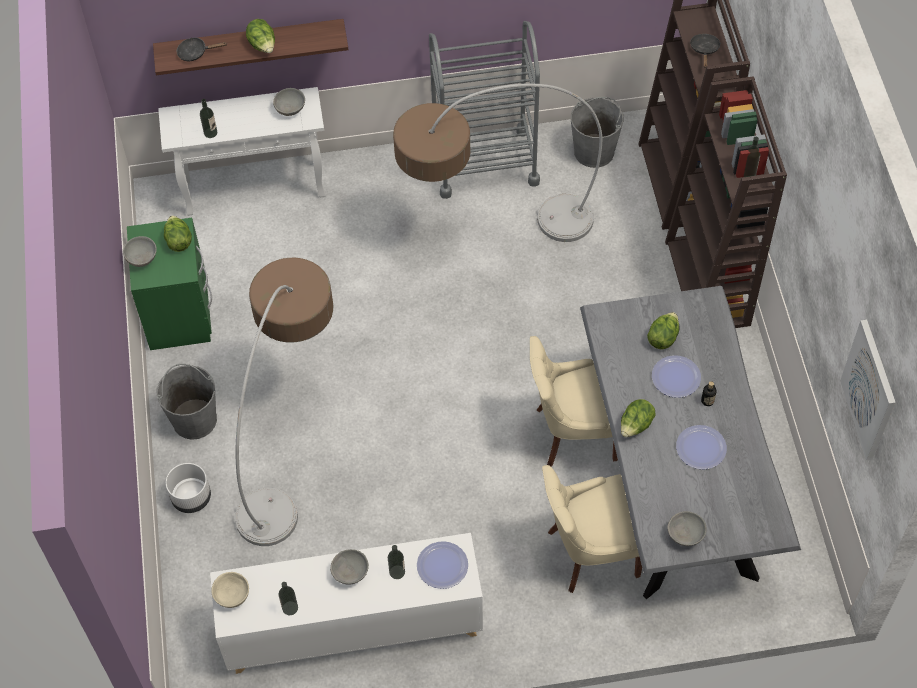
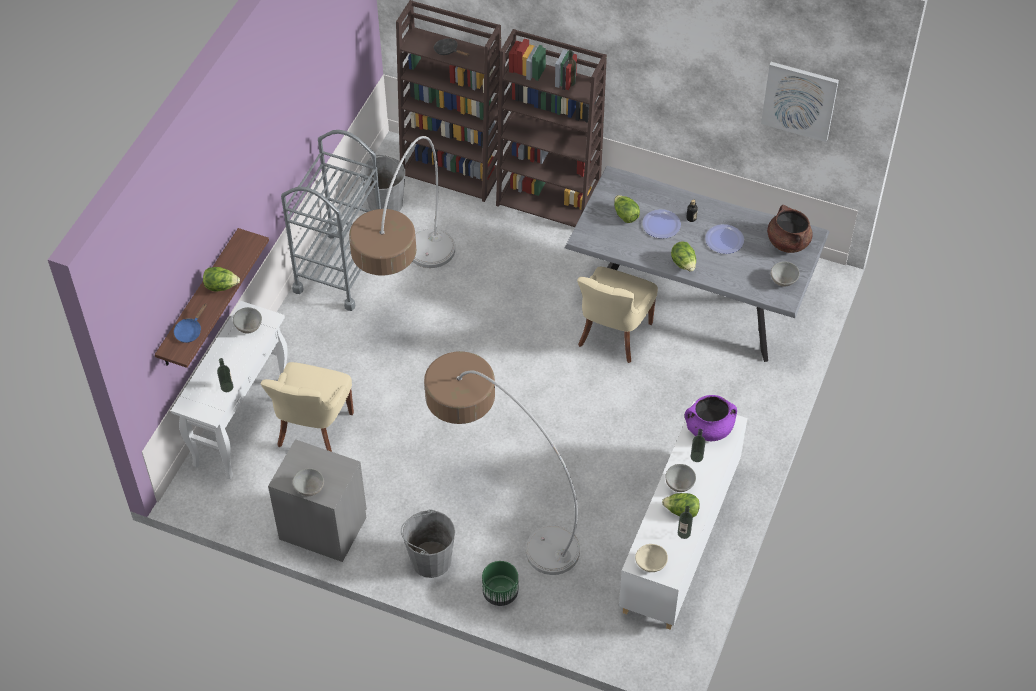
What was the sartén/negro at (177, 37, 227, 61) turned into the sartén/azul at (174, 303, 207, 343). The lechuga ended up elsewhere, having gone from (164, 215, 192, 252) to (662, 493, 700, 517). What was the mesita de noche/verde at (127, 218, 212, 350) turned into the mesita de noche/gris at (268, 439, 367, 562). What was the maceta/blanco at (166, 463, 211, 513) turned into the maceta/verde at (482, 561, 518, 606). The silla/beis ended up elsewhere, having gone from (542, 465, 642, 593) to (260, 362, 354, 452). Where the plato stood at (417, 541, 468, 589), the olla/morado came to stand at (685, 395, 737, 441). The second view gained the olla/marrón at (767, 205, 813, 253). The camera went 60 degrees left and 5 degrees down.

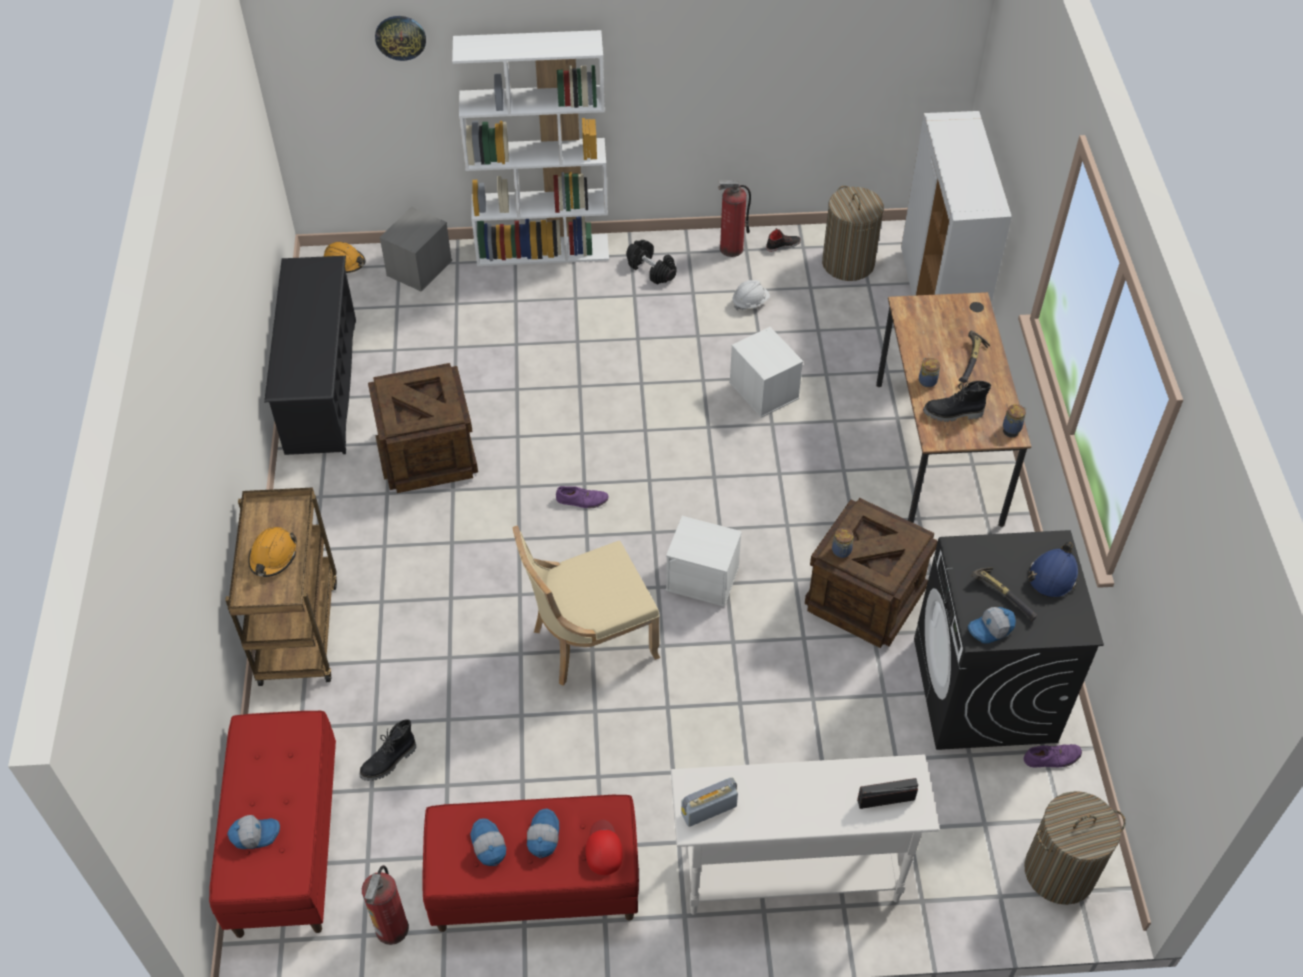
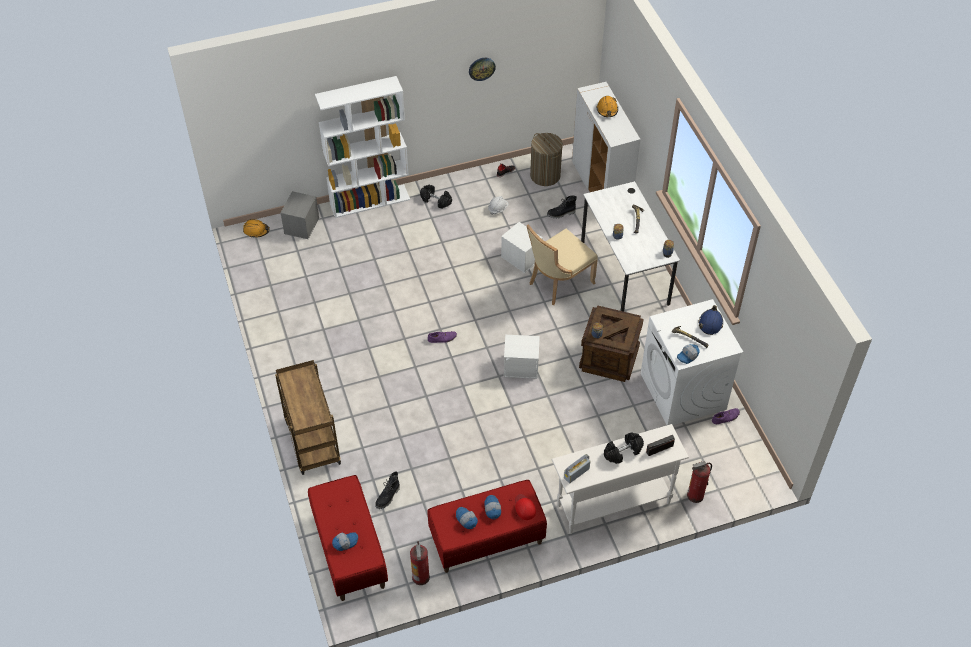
The reloj de pared ended up elsewhere, having gone from (375, 16, 426, 61) to (469, 58, 496, 81). The extintor ended up elsewhere, having gone from (718, 180, 751, 257) to (687, 461, 712, 503). The second view lost the zapatero/negro at (264, 256, 356, 455). What was the escritorio/marrón at (876, 292, 1032, 527) turned into the escritorio/blanco at (581, 181, 680, 312). The second view lost the caja de embalaje at (368, 363, 478, 493). The bota/negro ended up elsewhere, having gone from (923, 381, 991, 422) to (547, 195, 577, 219). The silla/beis ended up elsewhere, having gone from (512, 525, 660, 686) to (527, 224, 598, 305). The casco/naranja ended up elsewhere, having gone from (248, 527, 297, 577) to (596, 96, 618, 117). What was the lavadora/negro at (914, 530, 1104, 750) turned into the lavadora/blanco at (640, 299, 743, 425). The second view lost the cesto de la ropa at (1024, 791, 1126, 905). The second view gained the mancuerna/negro at (604, 432, 644, 464). The camera went 15 degrees left and 0 degrees up.

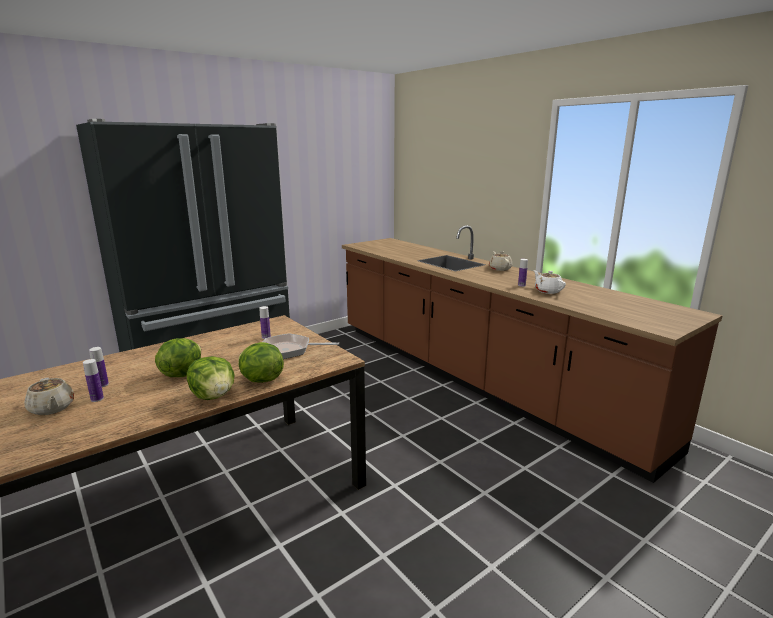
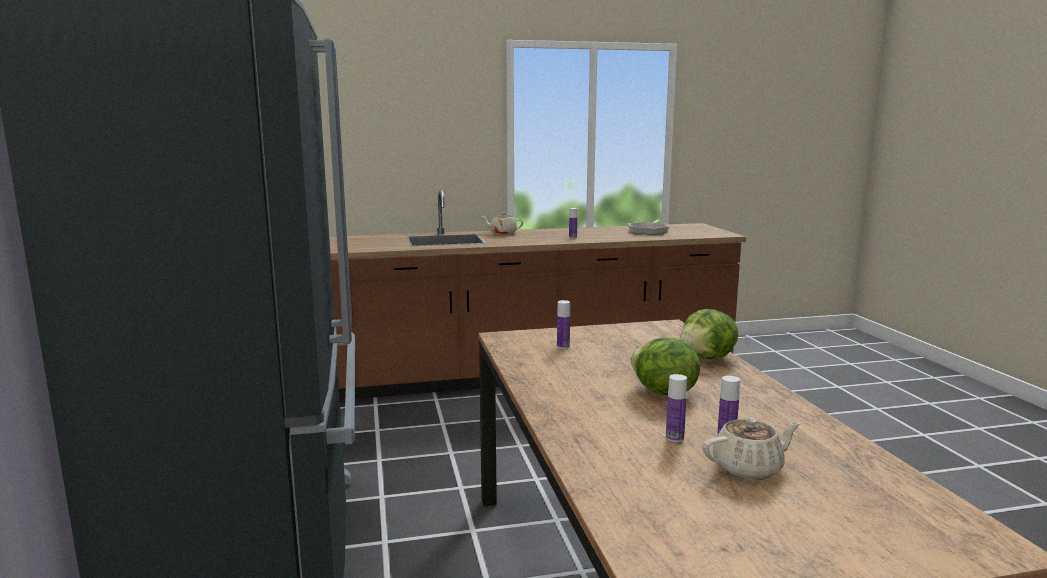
The second view lost the tetera/blanco at (534, 270, 566, 294). The sartén ended up elsewhere, having gone from (263, 333, 339, 359) to (628, 220, 669, 235). The second view lost the lechuga at (187, 356, 235, 400). The camera went 65 degrees left and 5 degrees down.

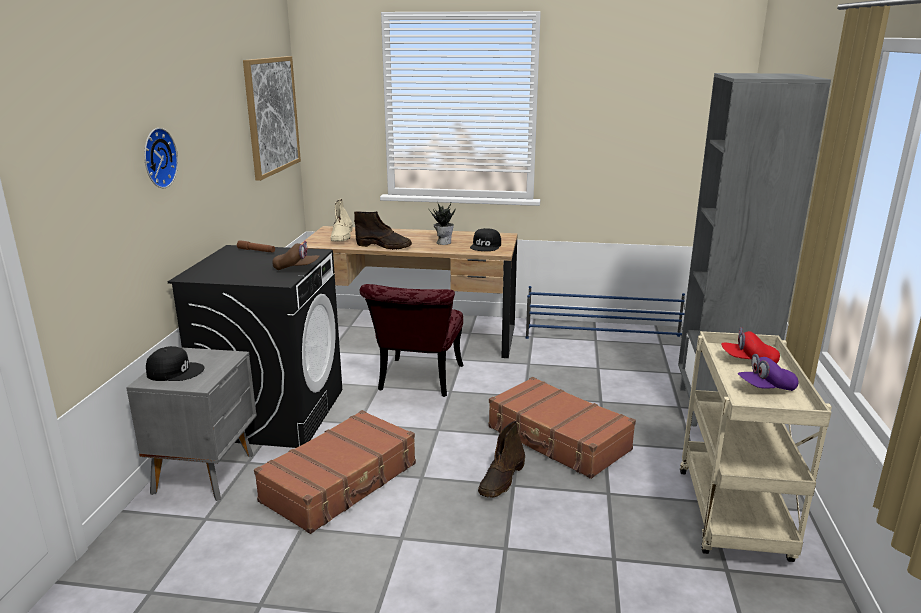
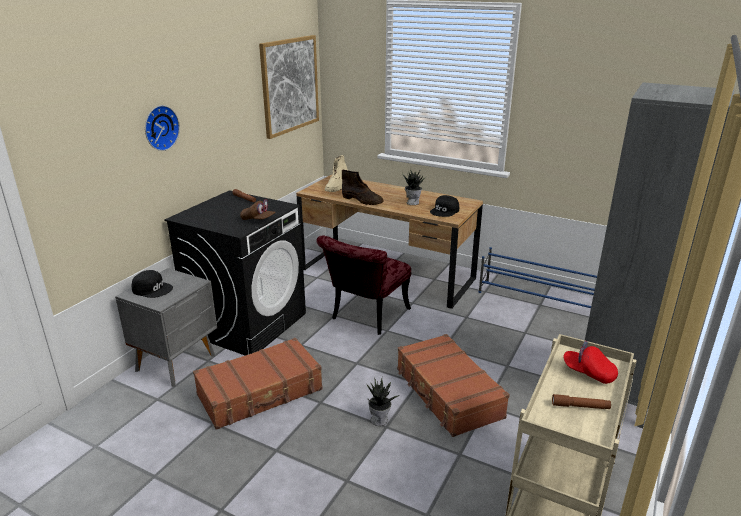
Where the gorra/morado stood at (738, 354, 798, 391), the linterna/marrón came to stand at (552, 394, 611, 409). Where the bota/marrón stood at (478, 421, 525, 498), the planta en maceta came to stand at (367, 377, 401, 426). The camera went 20 degrees right and 5 degrees up.

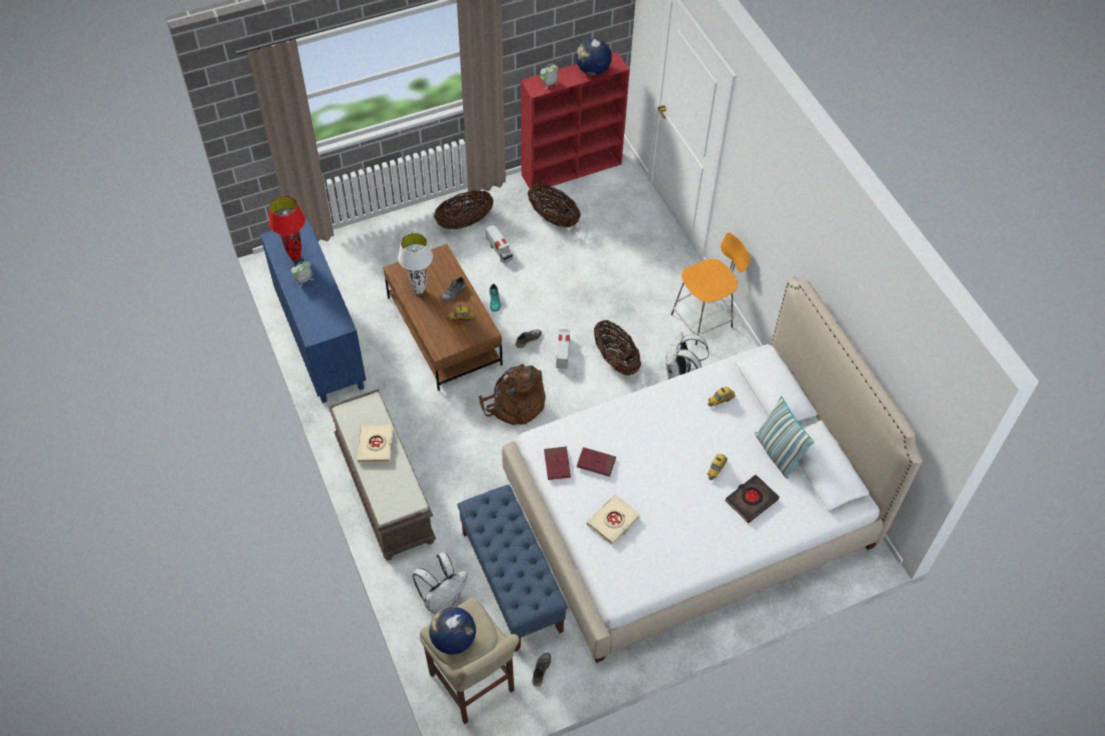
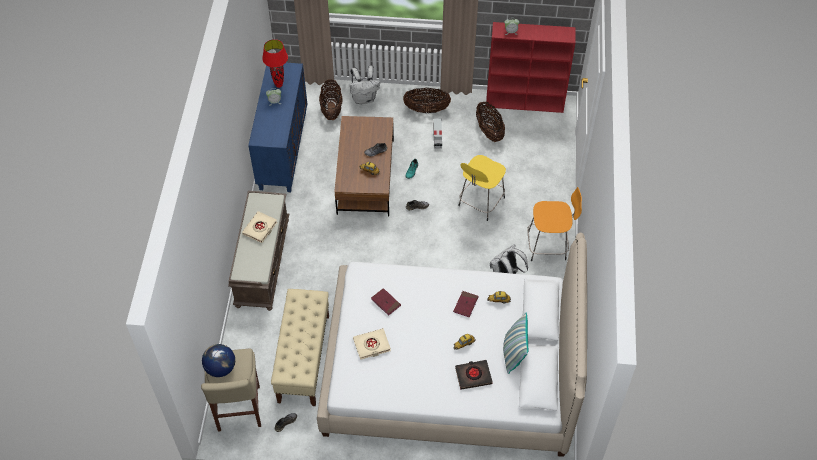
The second view lost the globo terráqueo at (576, 38, 612, 75). The second view lost the lámpara de mesa/blanco at (398, 233, 433, 294). The cesta ended up elsewhere, having gone from (594, 320, 641, 376) to (319, 80, 343, 120). The second view lost the camión de juguete at (556, 329, 570, 369). The second view lost the mochila/marrón at (479, 364, 546, 425). The libro/rojo ended up elsewhere, having gone from (544, 447, 571, 480) to (453, 291, 478, 317). What was the banco/azul at (457, 485, 568, 652) turned into the banco/beis at (271, 289, 329, 406). The mochila/blanco ended up elsewhere, having gone from (412, 552, 468, 614) to (350, 66, 380, 104). The second view gained the taburete/amarillo at (458, 155, 506, 221). The camera went 30 degrees right and 0 degrees up.

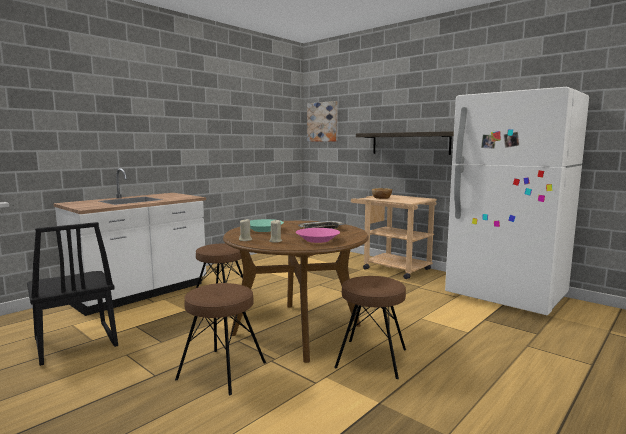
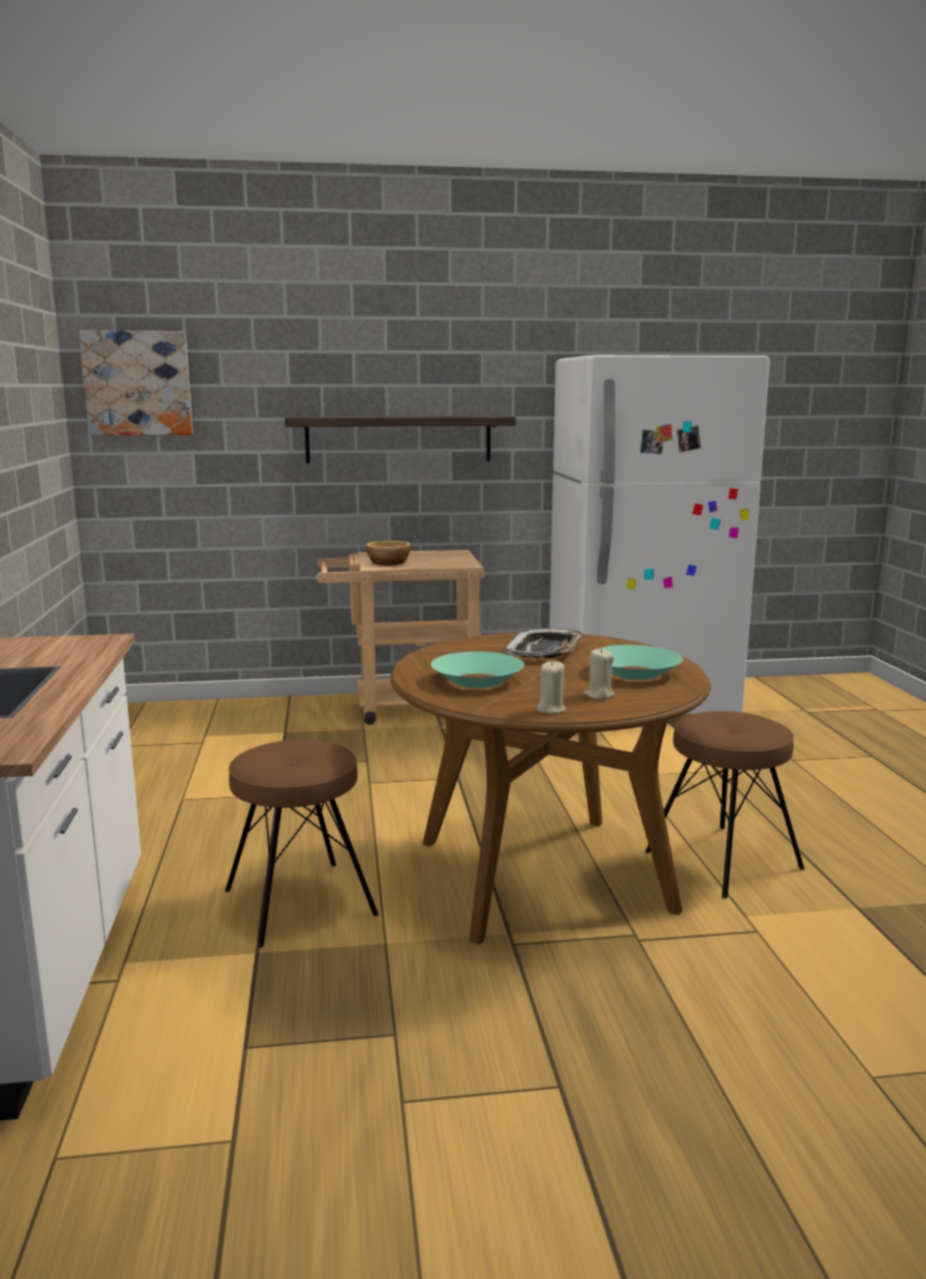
The second view lost the silla/negro at (27, 222, 118, 366). What was the cuenco/rosa at (296, 228, 340, 243) turned into the cuenco/turquesa at (599, 645, 683, 680). The second view lost the taburete/marrón at (175, 283, 266, 395). The camera went 50 degrees left and 5 degrees up.

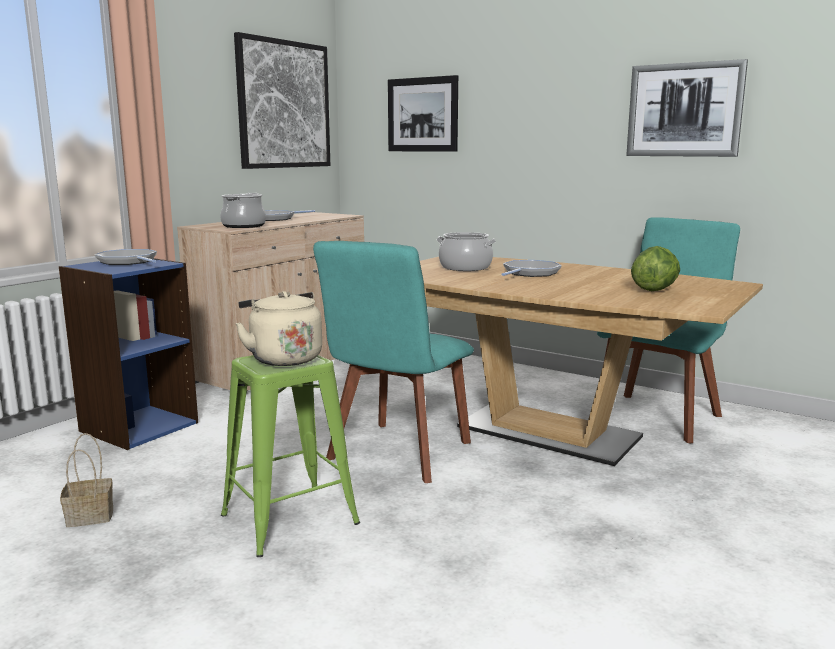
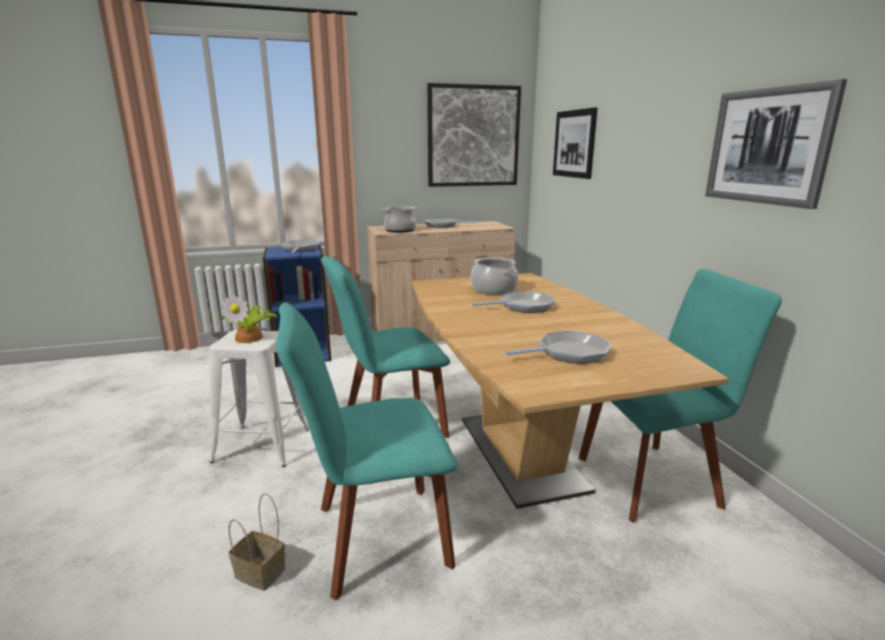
Where the lechuga stood at (631, 246, 680, 291), the sartén came to stand at (505, 331, 611, 364). Where the hervidor/beis stood at (235, 291, 322, 366), the planta en maceta came to stand at (218, 294, 277, 343). What was the taburete/verde at (221, 355, 360, 557) turned into the taburete/blanco at (209, 330, 309, 467). The cesta ended up elsewhere, having gone from (60, 433, 113, 527) to (229, 493, 286, 591). The second view gained the silla/turquesa at (276, 302, 458, 601). The camera went 40 degrees right and 5 degrees up.

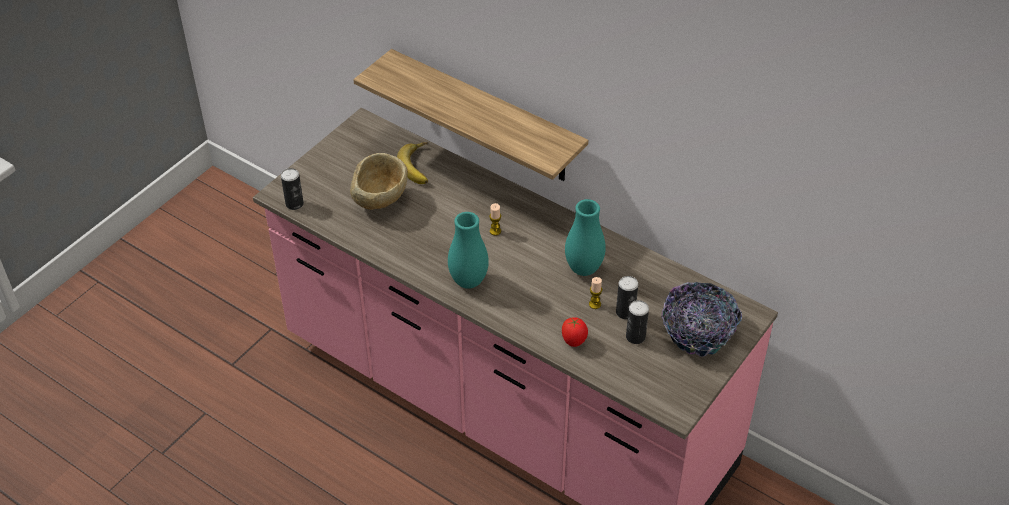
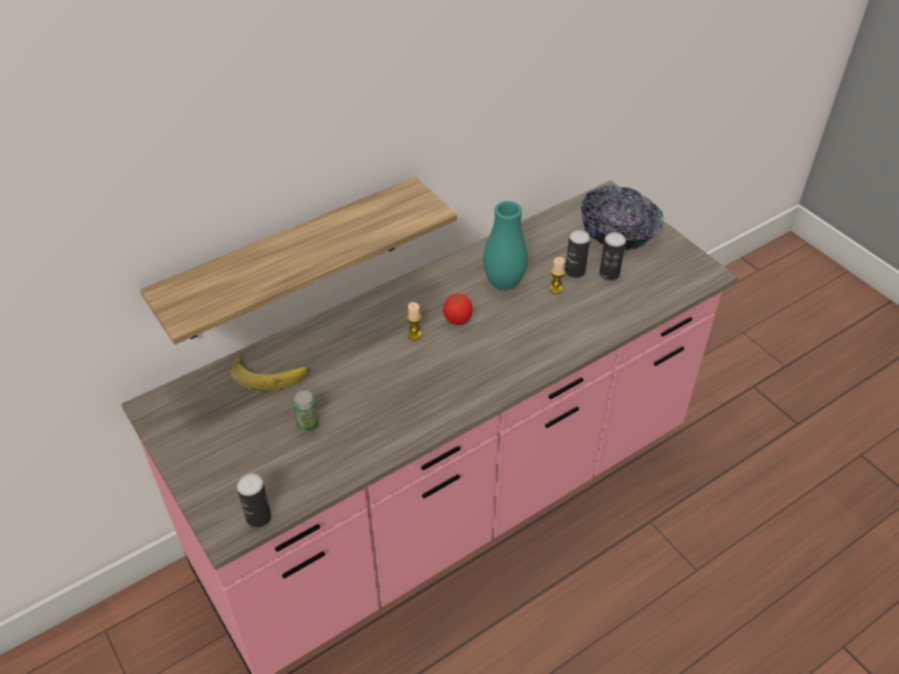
Where the cuenco/beis stood at (350, 153, 408, 210), the lata came to stand at (292, 390, 319, 432). The second view lost the florero/turquesa at (448, 212, 489, 289). The tomate ended up elsewhere, having gone from (562, 317, 588, 347) to (443, 294, 473, 325). The camera went 70 degrees left and 0 degrees up.

